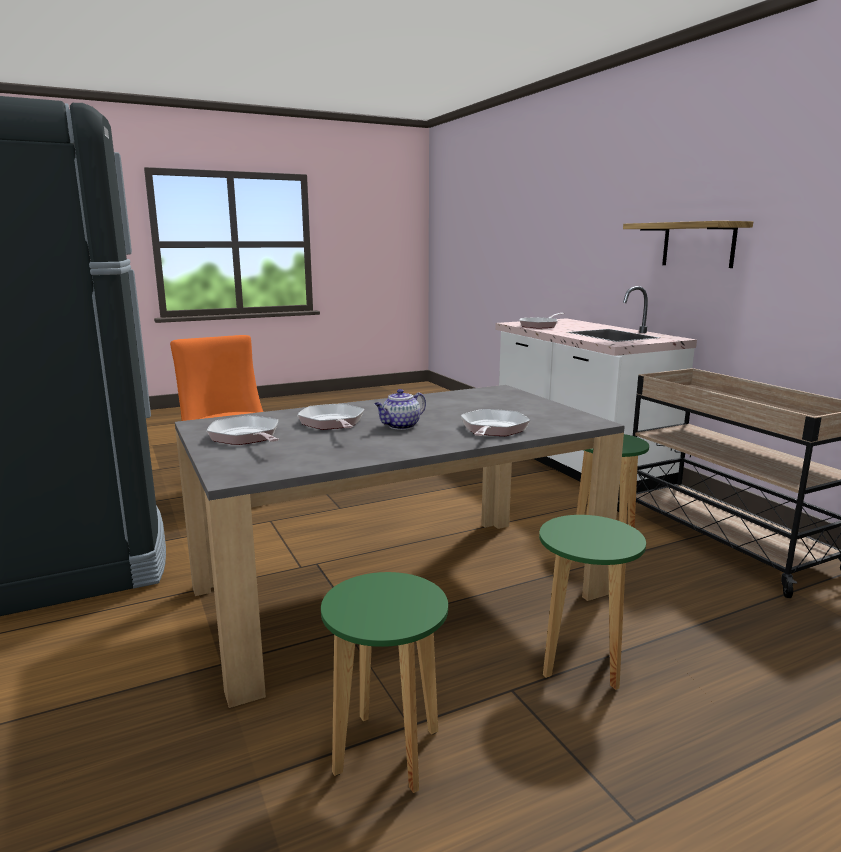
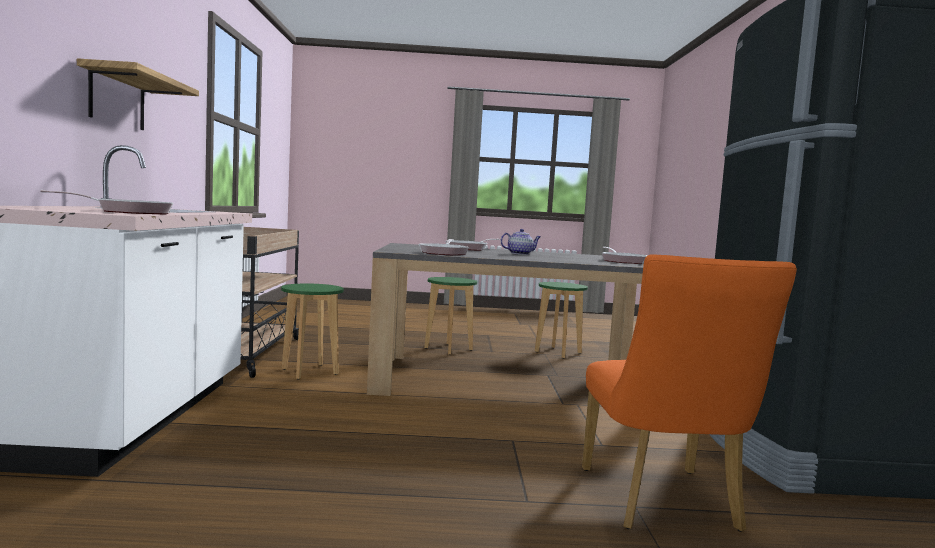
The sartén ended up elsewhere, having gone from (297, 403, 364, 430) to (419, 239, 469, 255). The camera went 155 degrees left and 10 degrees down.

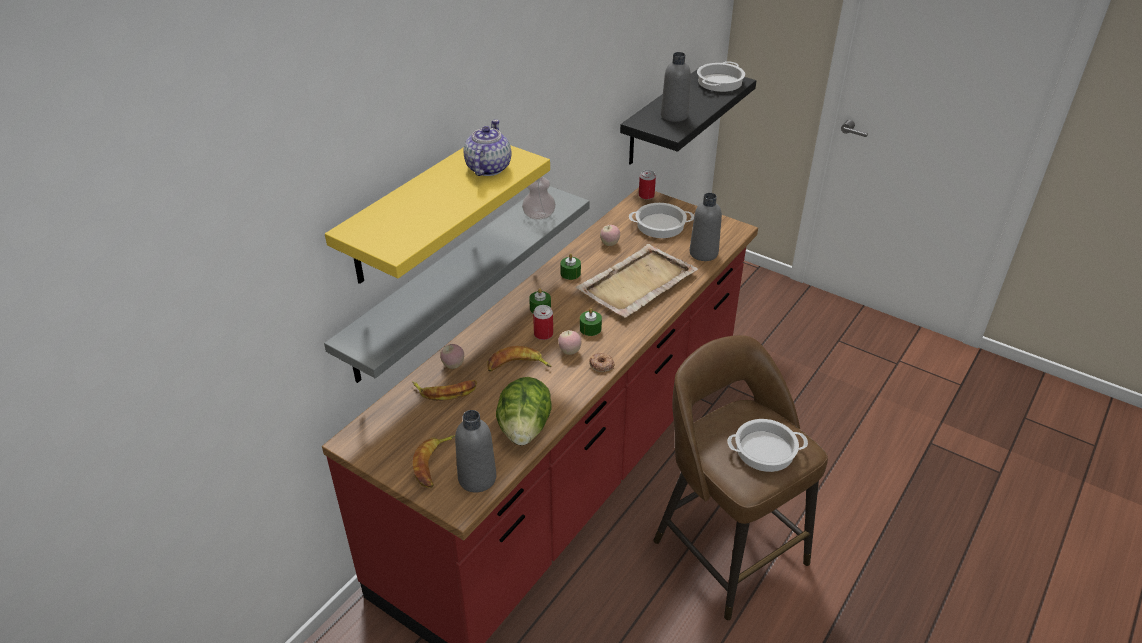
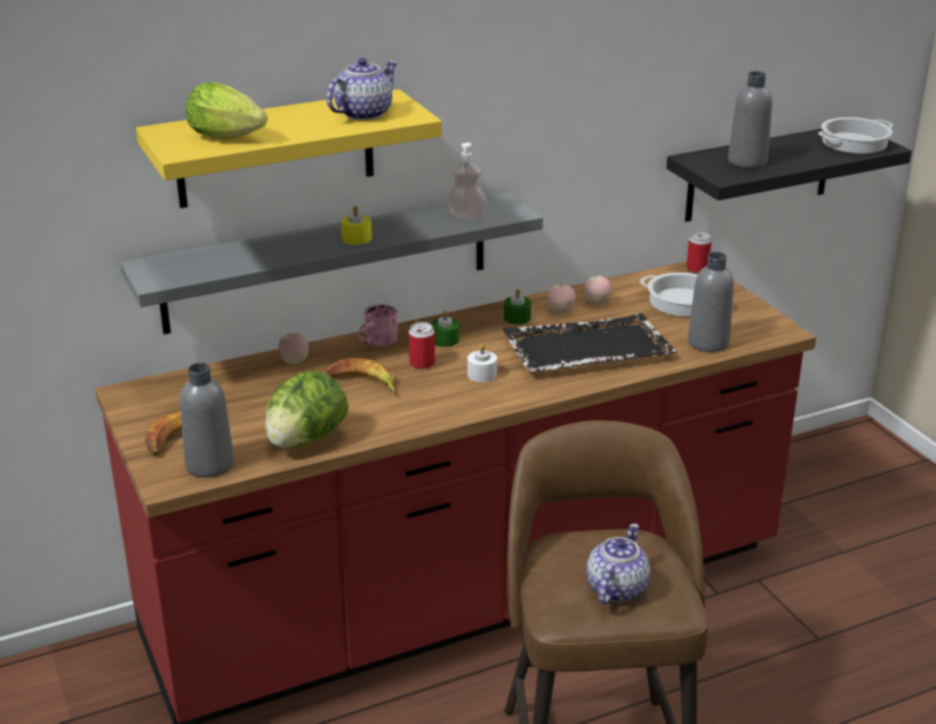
What was the bandeja/beis at (575, 244, 698, 317) turned into the bandeja/negro at (502, 313, 677, 373). What was the vela/verde at (580, 308, 602, 336) turned into the vela/blanco at (467, 344, 497, 382). The manzana ended up elsewhere, having gone from (558, 330, 582, 355) to (548, 283, 576, 314). The second view lost the rosquilla at (589, 353, 615, 372). The second view lost the plátano at (412, 380, 477, 401). Where the olla stood at (727, 419, 808, 472), the tetera came to stand at (587, 523, 650, 604). The second view gained the lechuga at (186, 83, 267, 140). The second view gained the vela/amarillo at (341, 205, 372, 245). The second view gained the taza grande/rosa at (358, 305, 398, 347). The camera went 30 degrees right and 10 degrees down.

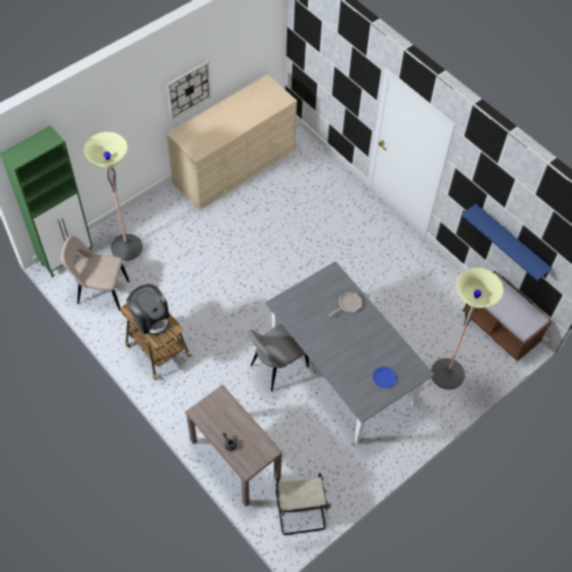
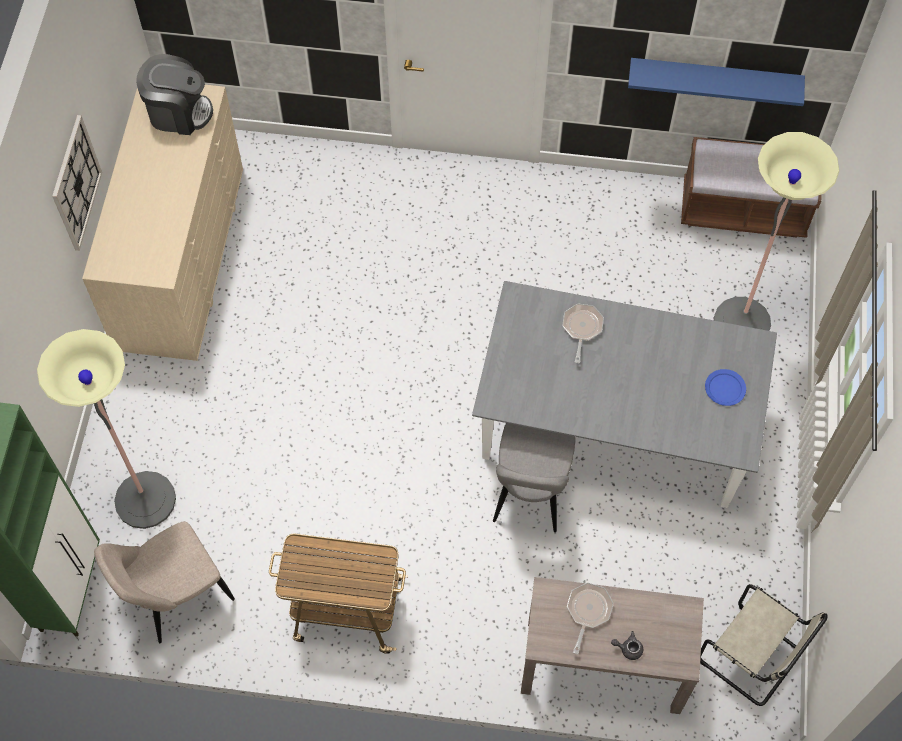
The cafetera ended up elsewhere, having gone from (127, 284, 169, 335) to (136, 54, 213, 135). The second view gained the sartén at (567, 583, 614, 655). The camera went 40 degrees left and 5 degrees up.

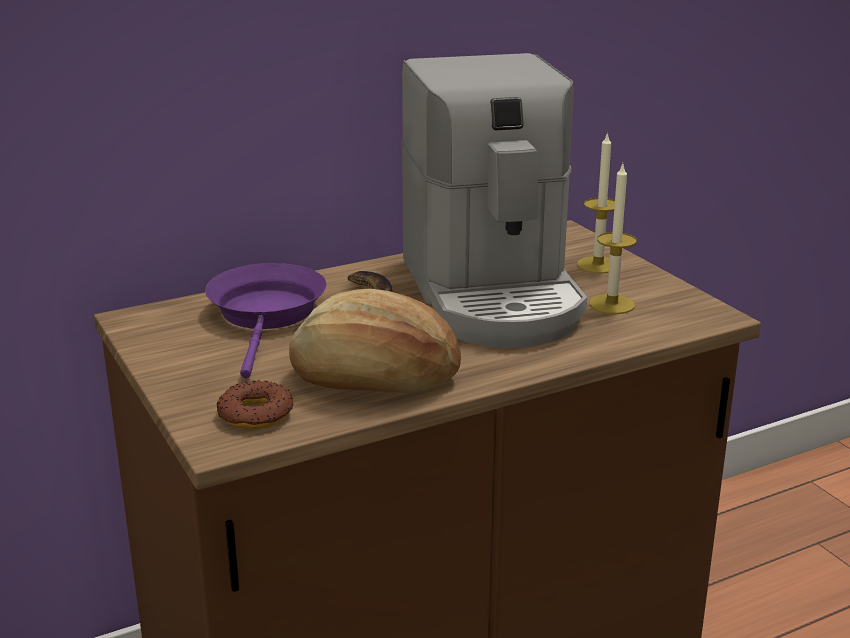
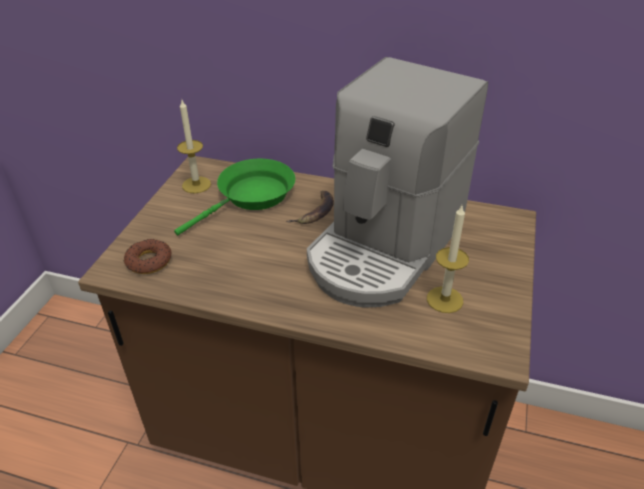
The vela ended up elsewhere, having gone from (577, 132, 615, 273) to (177, 100, 211, 194). What was the sartén/morado at (205, 263, 326, 378) turned into the sartén/verde at (174, 158, 296, 236). The second view lost the pan at (289, 289, 461, 393). The camera went 45 degrees right and 15 degrees up.

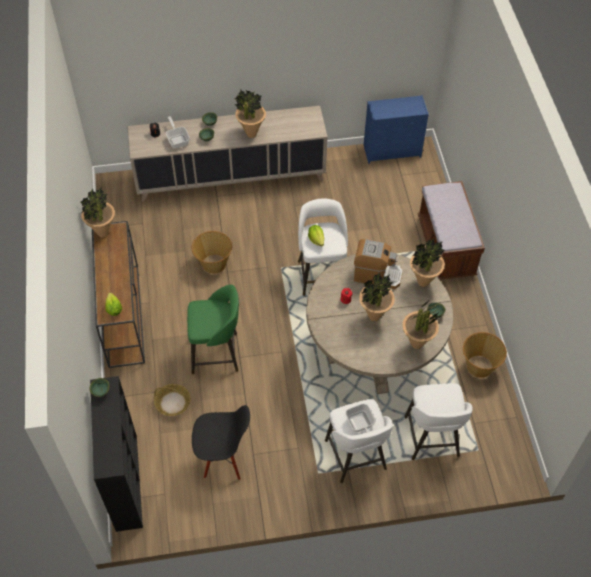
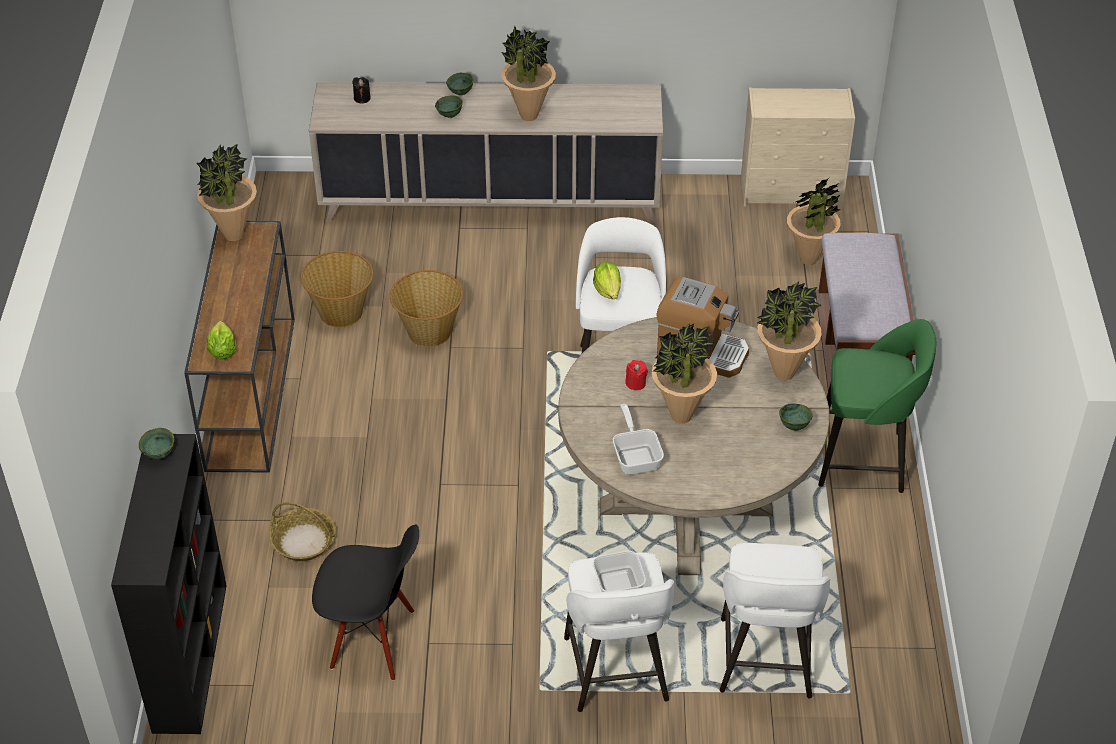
What was the cómoda/azul at (364, 95, 429, 164) turned into the cómoda/beis at (741, 88, 855, 207). The sartén ended up elsewhere, having gone from (166, 116, 190, 149) to (613, 404, 664, 474). The taburete/verde ended up elsewhere, having gone from (187, 285, 239, 374) to (818, 319, 936, 493). The planta en maceta ended up elsewhere, having gone from (402, 301, 439, 349) to (787, 178, 841, 265). The cesta ended up elsewhere, having gone from (463, 332, 507, 378) to (301, 251, 373, 328). The camera went 10 degrees right and 10 degrees down.

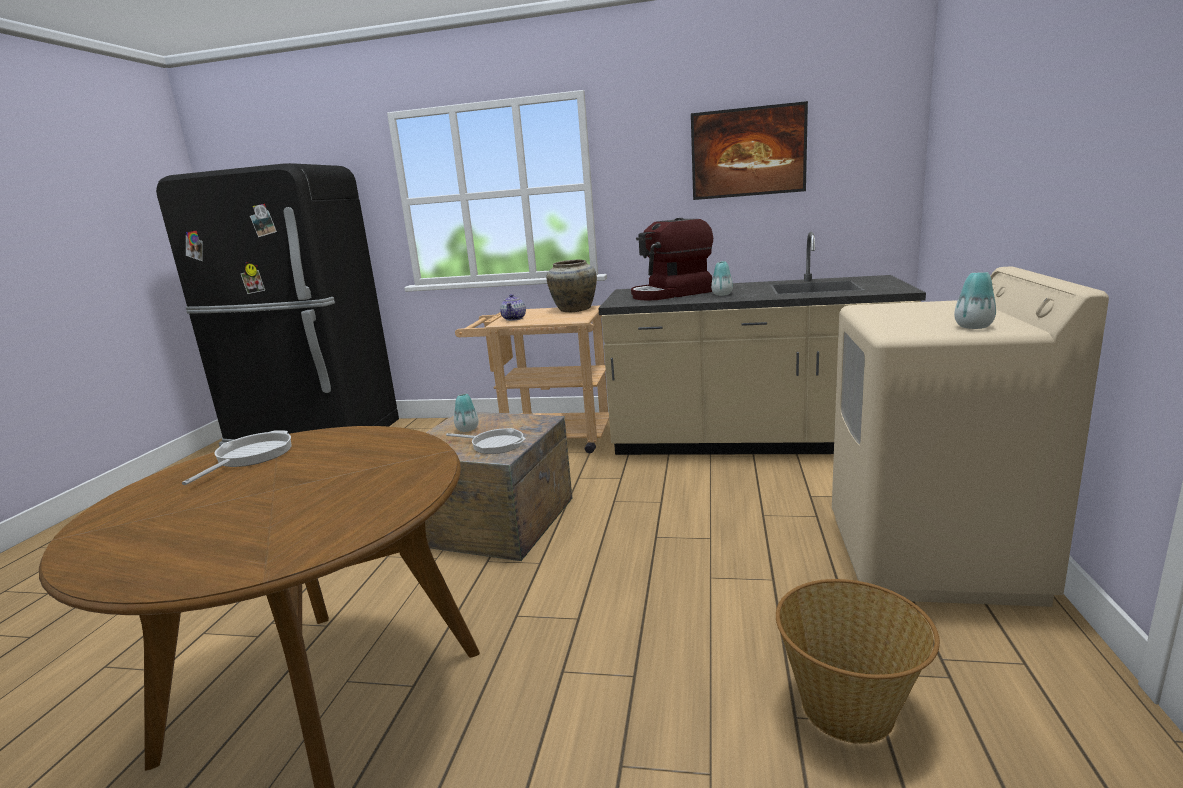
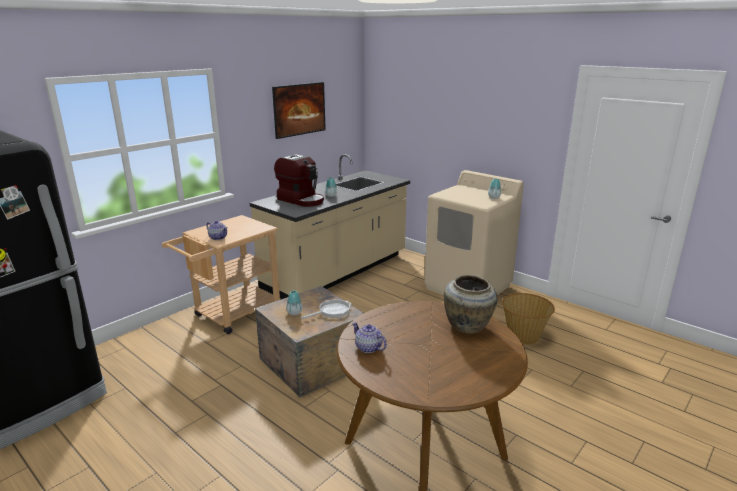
The cafetera at (631, 218, 713, 300) ended up facing another way, 60 degrees counterclockwise from before. The florero/beis ended up elsewhere, having gone from (546, 260, 597, 312) to (444, 275, 498, 334). Where the sartén stood at (182, 430, 291, 485), the tetera came to stand at (352, 322, 387, 353). The camera went 60 degrees left and 5 degrees up.

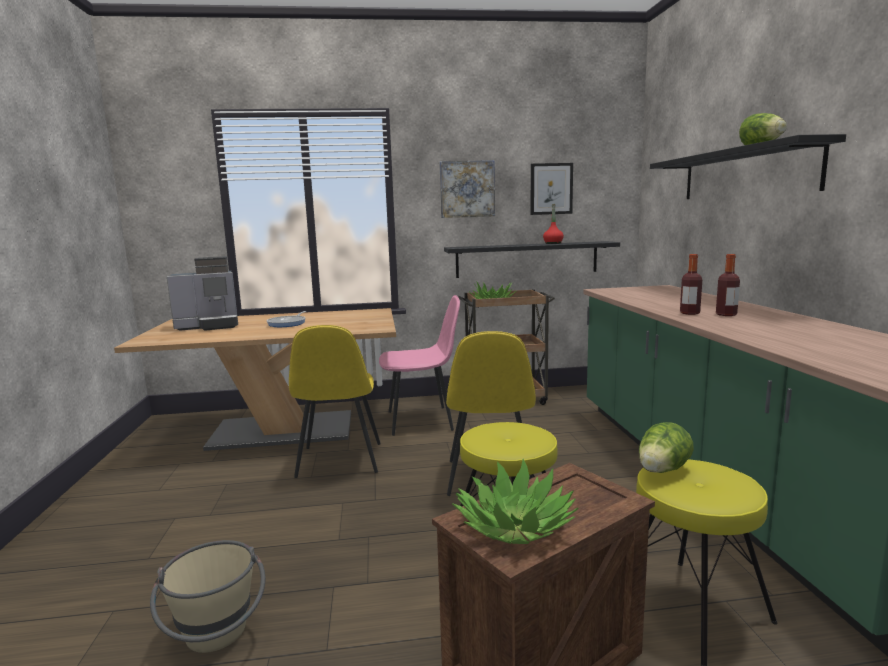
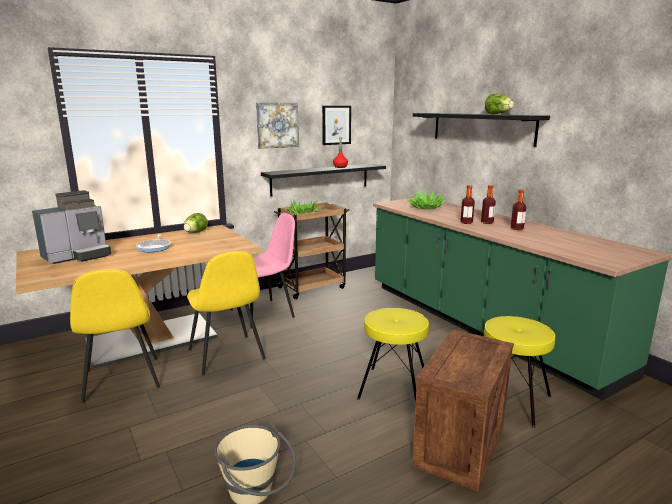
The silla/amarillo ended up elsewhere, having gone from (446, 331, 536, 496) to (70, 269, 160, 403). The lechuga ended up elsewhere, having gone from (639, 422, 694, 473) to (183, 213, 208, 233). The planta en maceta ended up elsewhere, having gone from (452, 459, 579, 544) to (406, 189, 447, 209). The second view gained the botella at (511, 189, 526, 230). The camera went 25 degrees left and 5 degrees up.

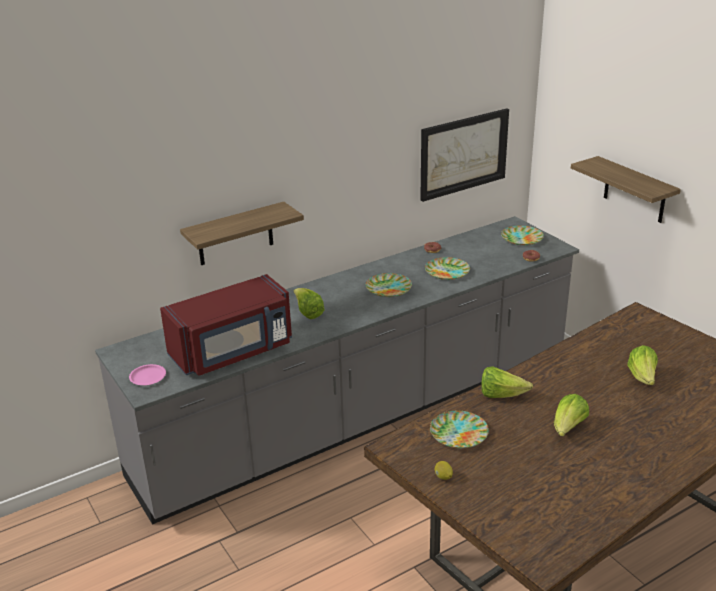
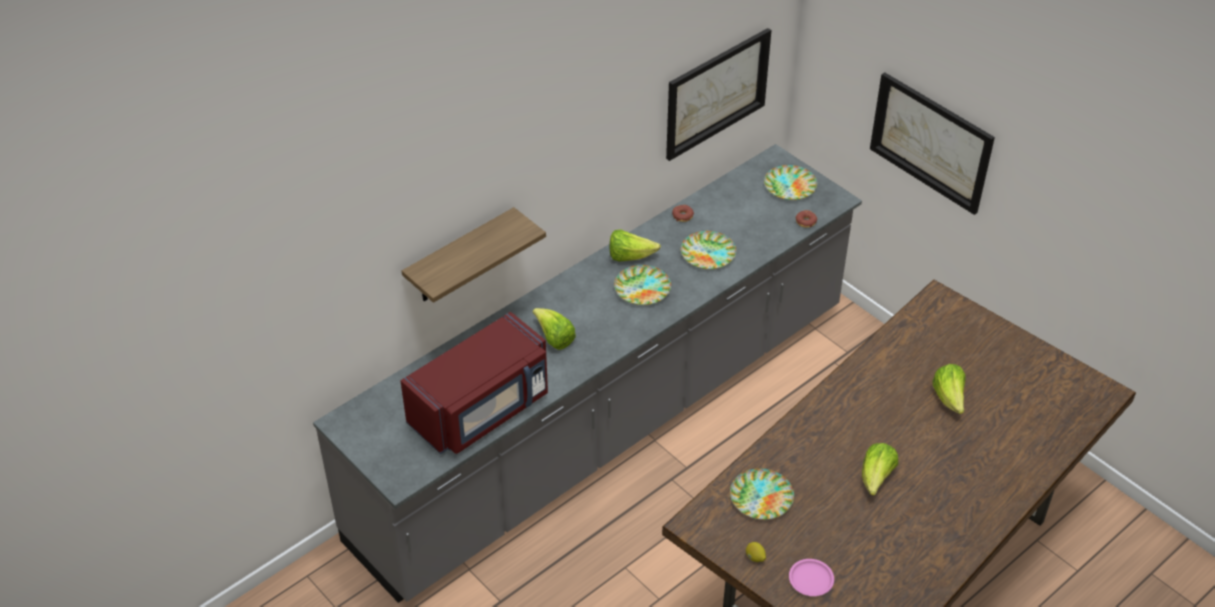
Where the estante hung at (571, 156, 681, 223), the cuadro came to hang at (870, 72, 995, 215). The plato/rosa ended up elsewhere, having gone from (129, 364, 166, 385) to (789, 559, 834, 596). The lechuga ended up elsewhere, having gone from (481, 366, 533, 398) to (610, 229, 661, 262). The camera went 10 degrees left and 15 degrees up.

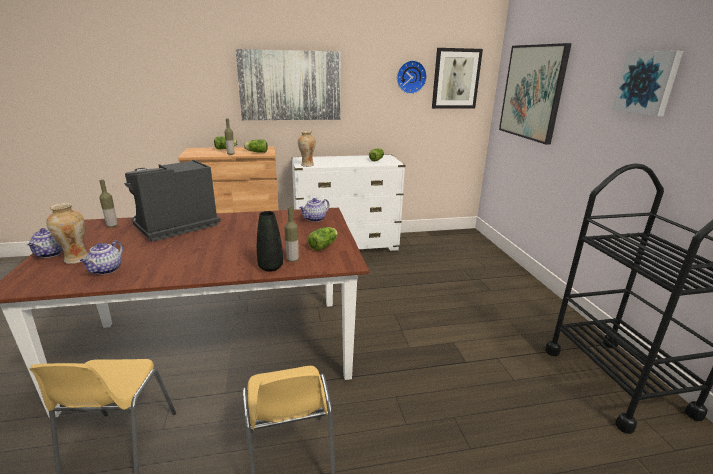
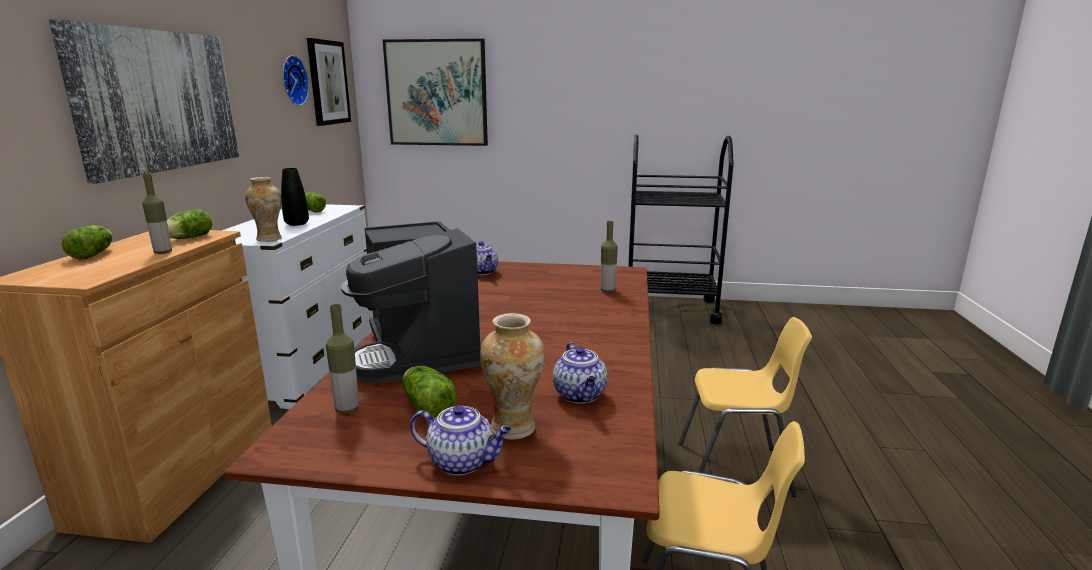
The second view lost the cuadro at (612, 51, 683, 116). The florero/negro ended up elsewhere, having gone from (257, 211, 283, 272) to (281, 168, 309, 226). The lechuga ended up elsewhere, having gone from (308, 227, 338, 251) to (403, 365, 457, 418). The tetera at (80, 240, 123, 274) ended up facing another way, 45 degrees clockwise from before. The camera went 70 degrees left and 5 degrees down.

